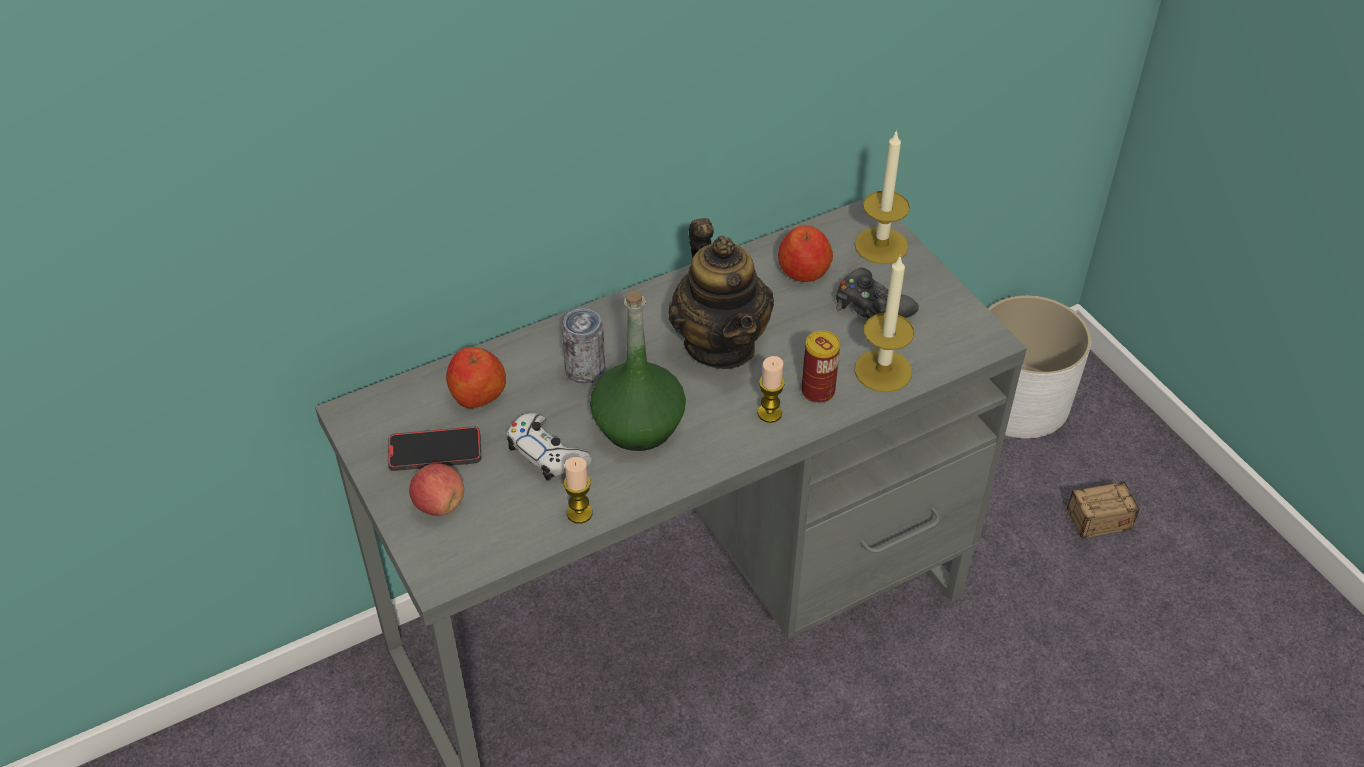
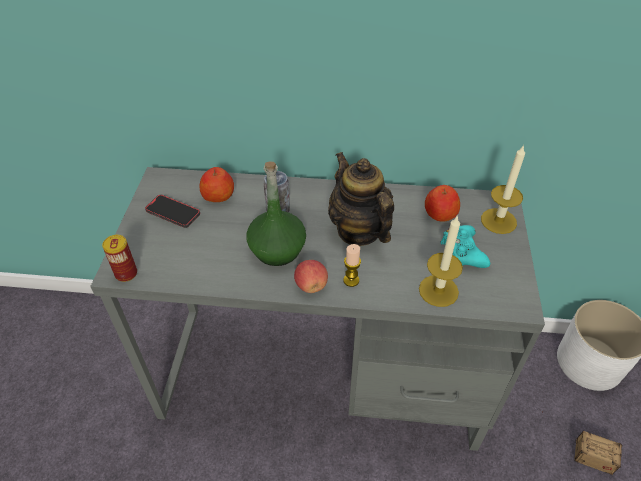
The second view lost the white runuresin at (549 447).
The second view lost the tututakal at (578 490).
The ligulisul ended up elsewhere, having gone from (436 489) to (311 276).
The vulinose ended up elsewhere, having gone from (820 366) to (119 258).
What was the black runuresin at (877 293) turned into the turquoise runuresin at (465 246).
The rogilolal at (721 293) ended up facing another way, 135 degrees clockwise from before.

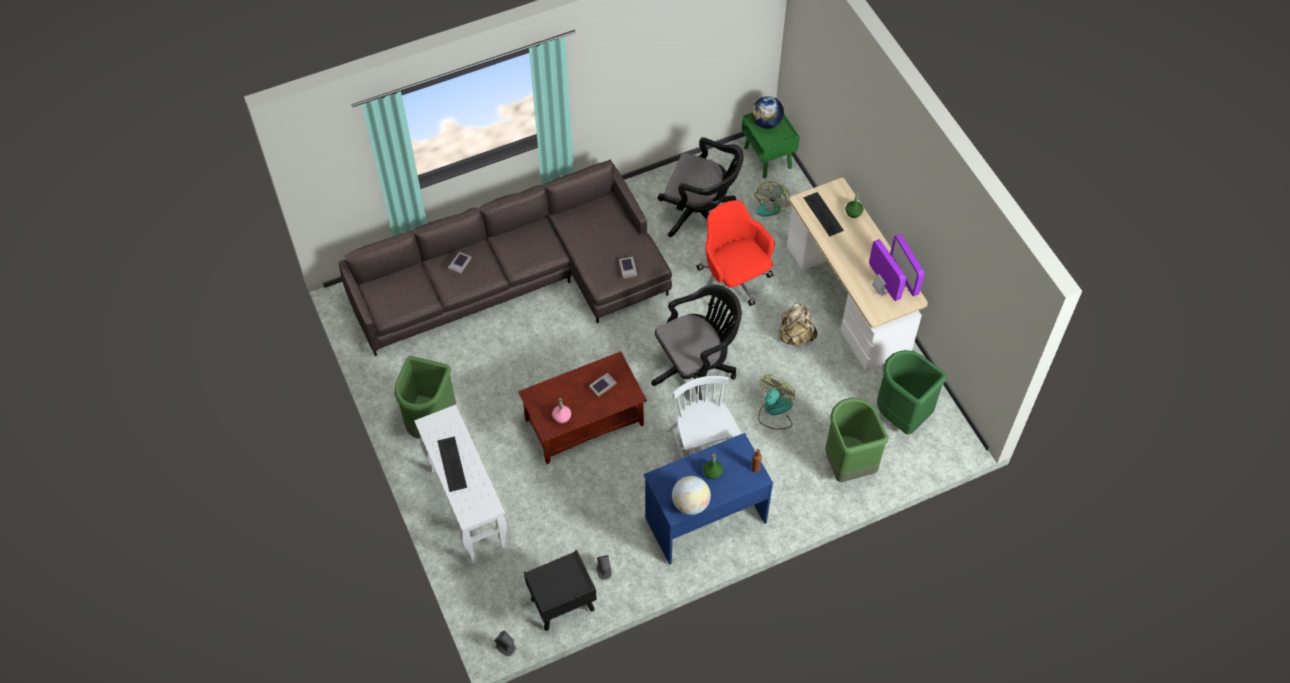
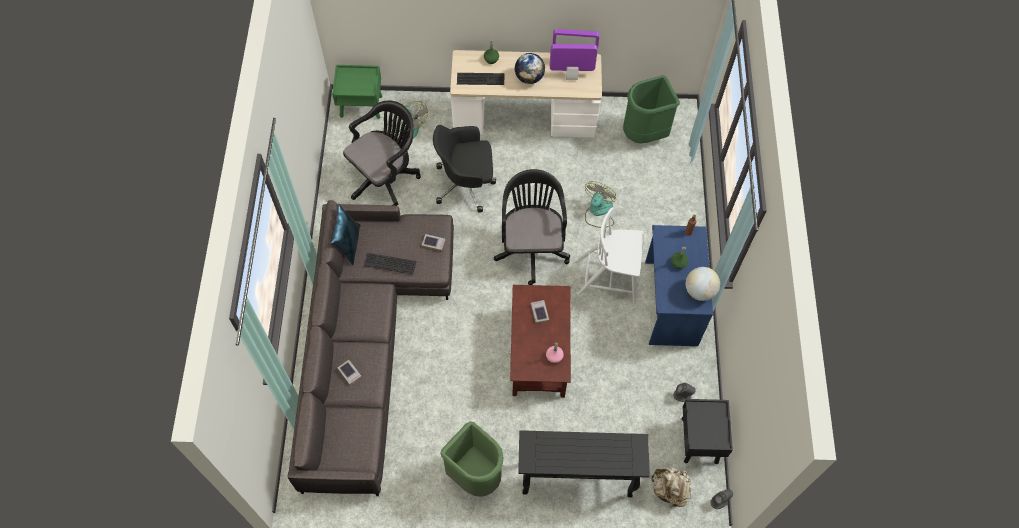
The second view lost the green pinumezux at (857 440).
The second view gained the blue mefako at (345 234).
The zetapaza ended up elsewhere, having gone from (452 464) to (390 263).
The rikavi ended up elsewhere, having gone from (768 112) to (530 68).
The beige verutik ended up elsewhere, having gone from (797 325) to (671 487).
What was the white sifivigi at (460 484) turned into the black sifivigi at (584 463).
What was the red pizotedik at (735 254) turned into the black pizotedik at (464 169).
The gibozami at (776 402) ended up facing another way, 60 degrees clockwise from before.

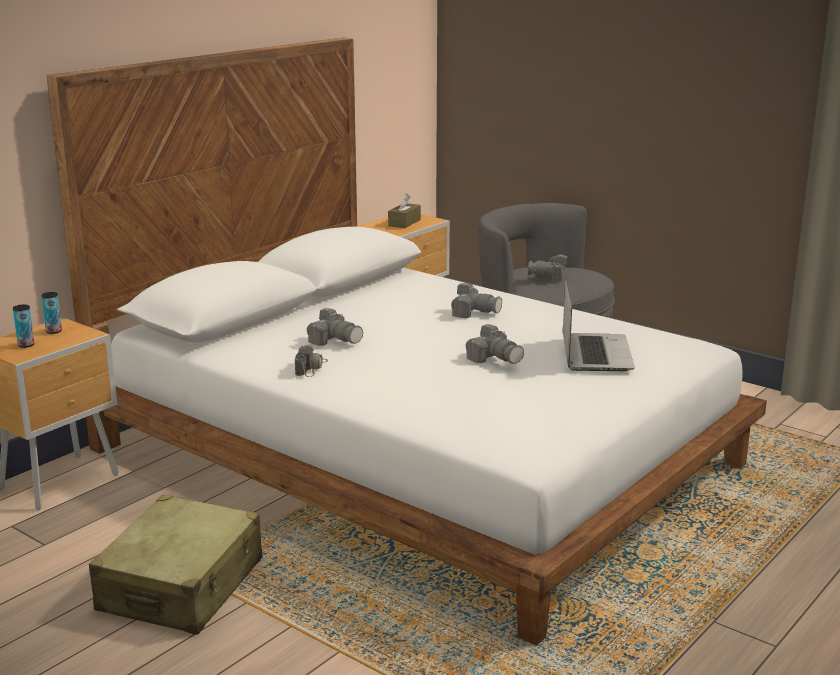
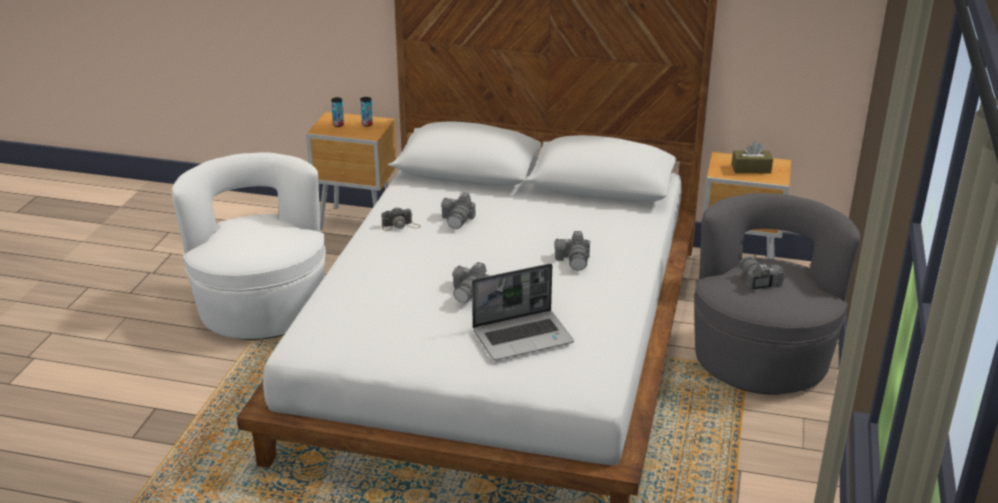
Where the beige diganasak stood at (175 565), the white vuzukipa came to stand at (249 246).

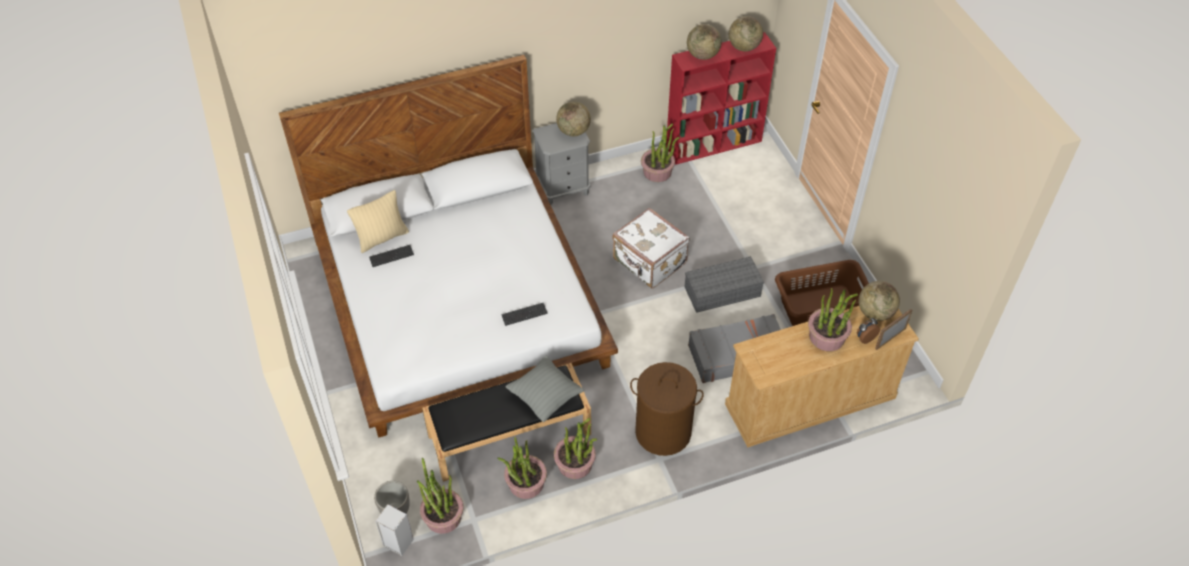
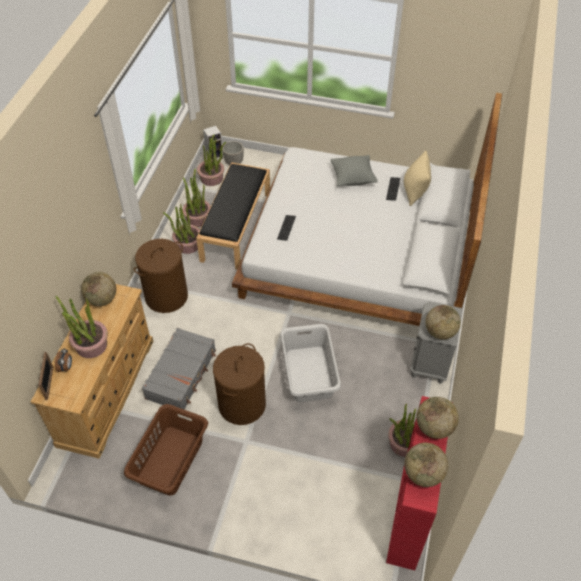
The grey mefako ended up elsewhere, having gone from (545 388) to (354 170).
The rikavi ended up elsewhere, having gone from (879 301) to (98 289).
Where the white diganasak stood at (650 248), the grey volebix came to stand at (310 363).
Where the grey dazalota stood at (724 284), the brown volebix came to stand at (239 384).

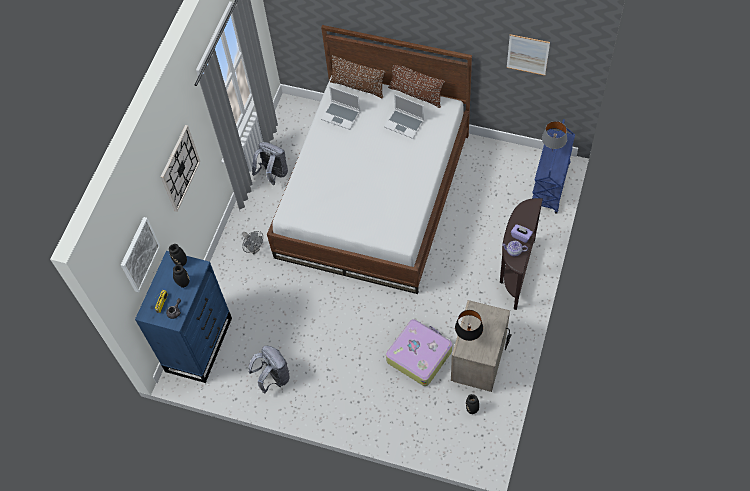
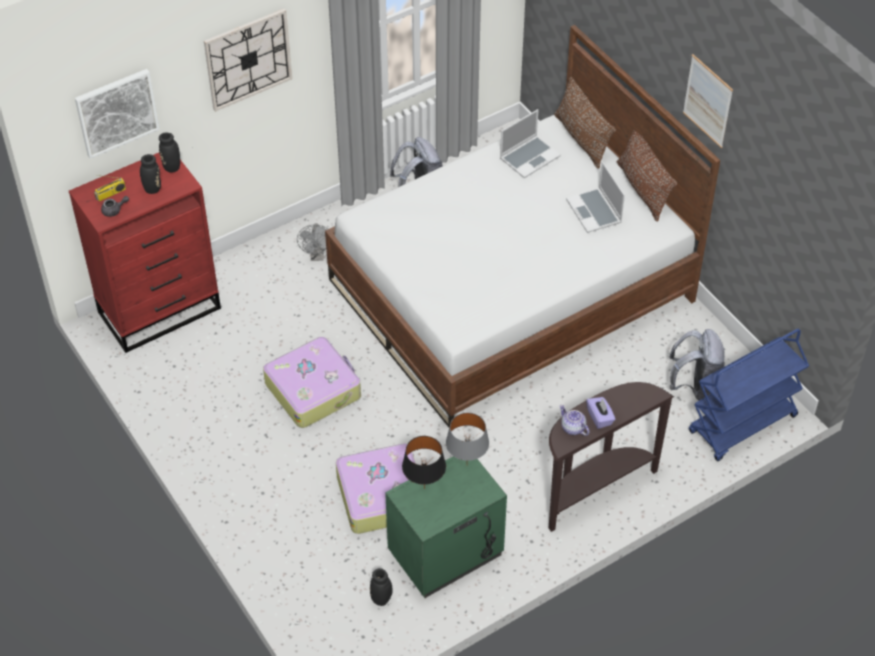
The second view gained the diganasak at (312 382).
The grey verutik ended up elsewhere, having gone from (269 369) to (697 365).
The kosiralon ended up elsewhere, having gone from (528 55) to (708 101).
The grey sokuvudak ended up elsewhere, having gone from (554 136) to (467 437).
What was the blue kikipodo at (183 317) turned into the red kikipodo at (145 253).
What was the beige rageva at (481 346) turned into the green rageva at (446 527).
The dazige at (341 108) ended up facing another way, 105 degrees counterclockwise from before.

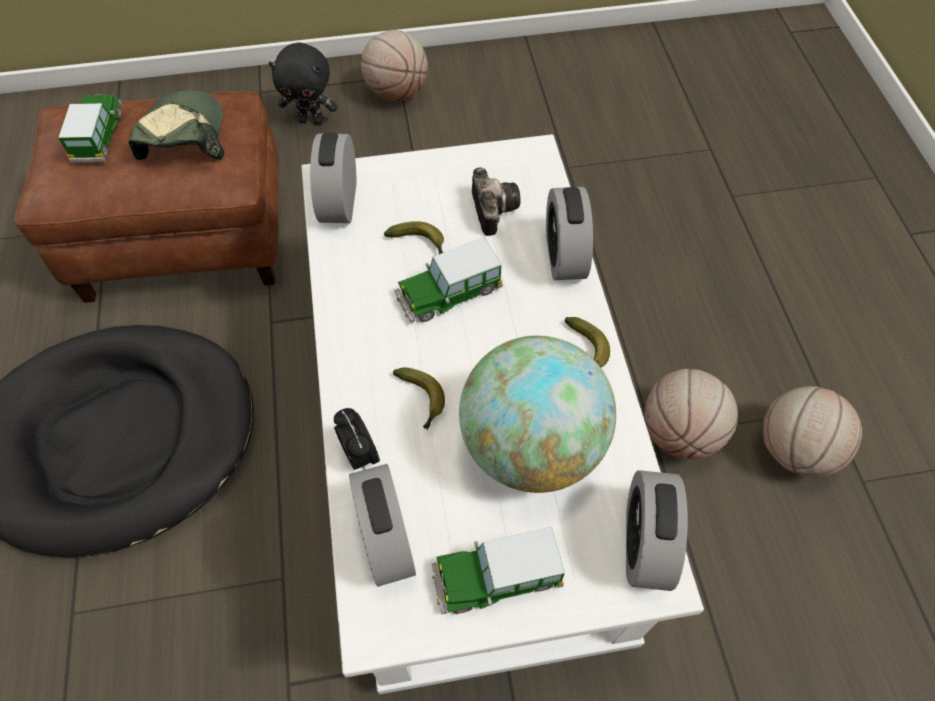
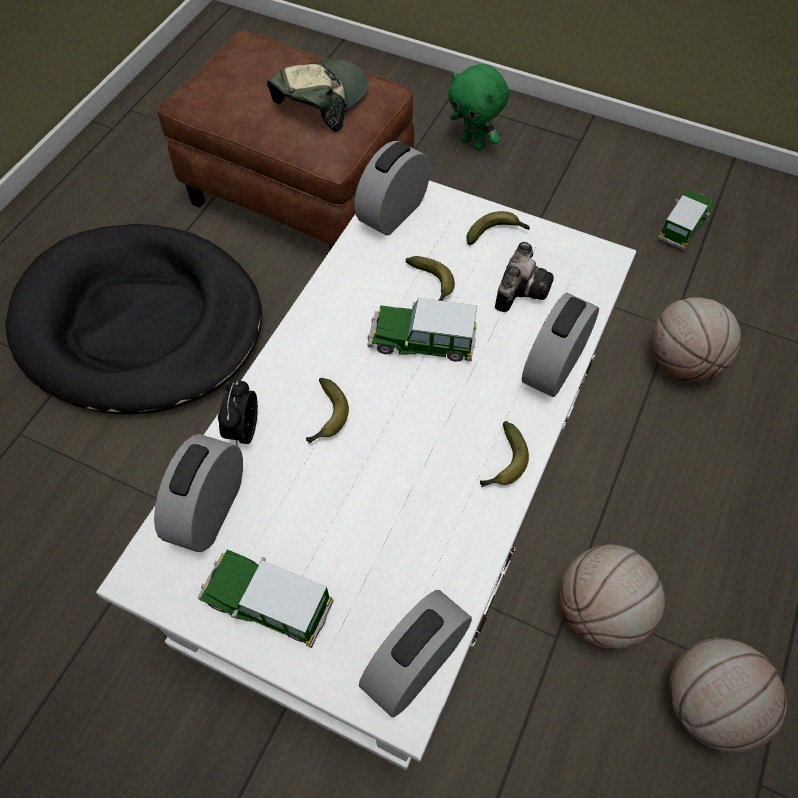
The second view lost the rikavi at (537 414).
The second view gained the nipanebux at (498 228).
The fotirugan ended up elsewhere, having gone from (90 128) to (686 220).
The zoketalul ended up elsewhere, having gone from (394 66) to (696 339).
What was the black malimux at (303 84) turned into the green malimux at (478 107).

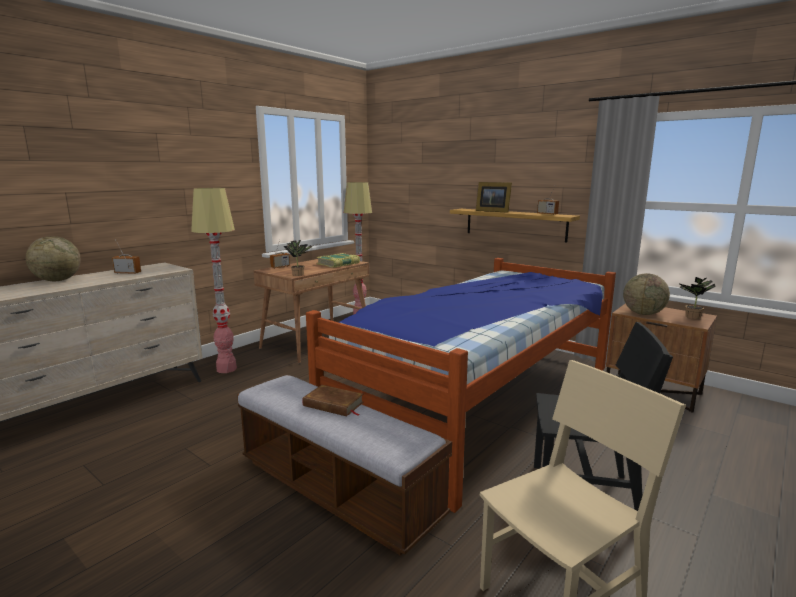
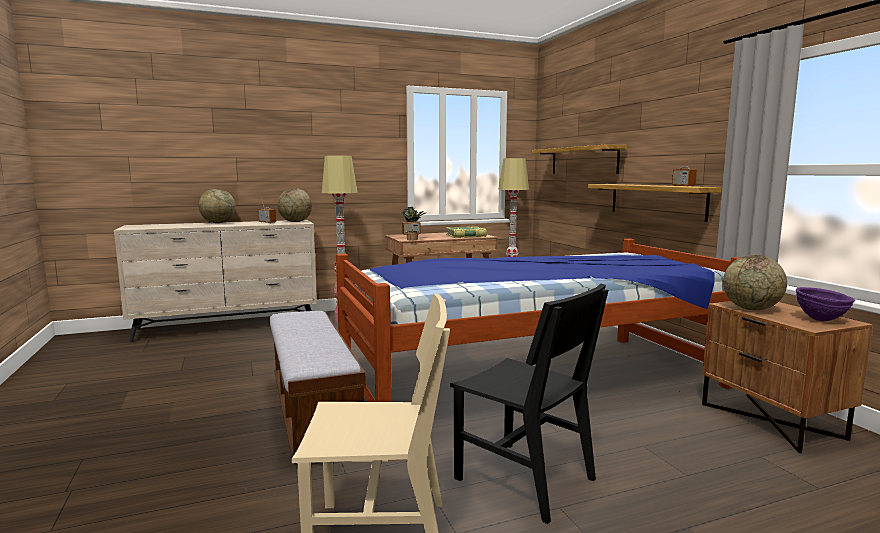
The second view lost the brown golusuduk at (333 401).
The second view lost the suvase at (494 197).
The second view gained the rikavi at (294 205).
The second view gained the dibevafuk at (579 159).
Where the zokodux stood at (697 298), the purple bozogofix came to stand at (825 304).

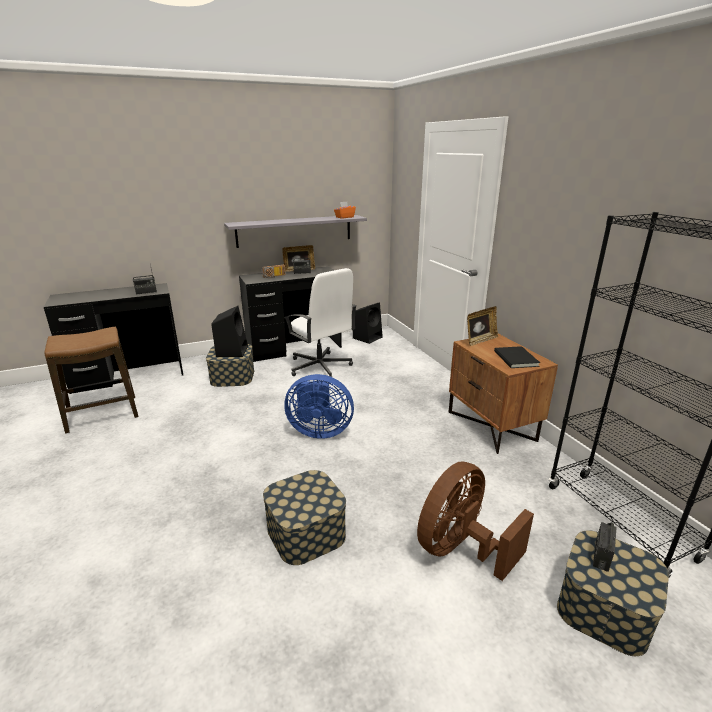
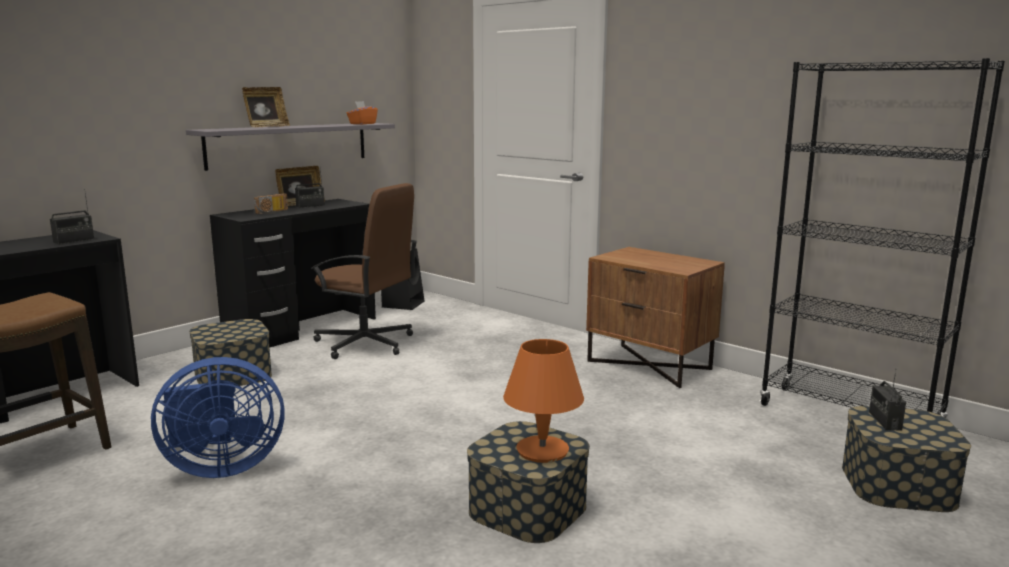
The second view lost the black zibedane at (229 331).
The second view lost the brown gibozami at (475 521).
The second view lost the black golusuduk at (517 357).
The second view gained the orange sokuvudak at (543 401).
The blue gibozami ended up elsewhere, having gone from (319 406) to (218 417).
The suvase ended up elsewhere, having gone from (482 326) to (266 107).
What was the white pizotedik at (320 322) turned into the brown pizotedik at (364 271).

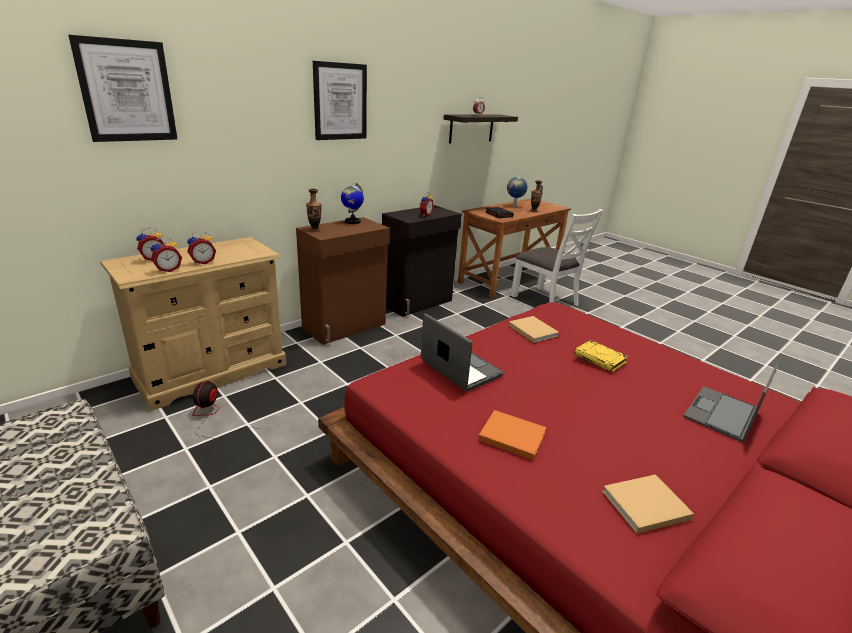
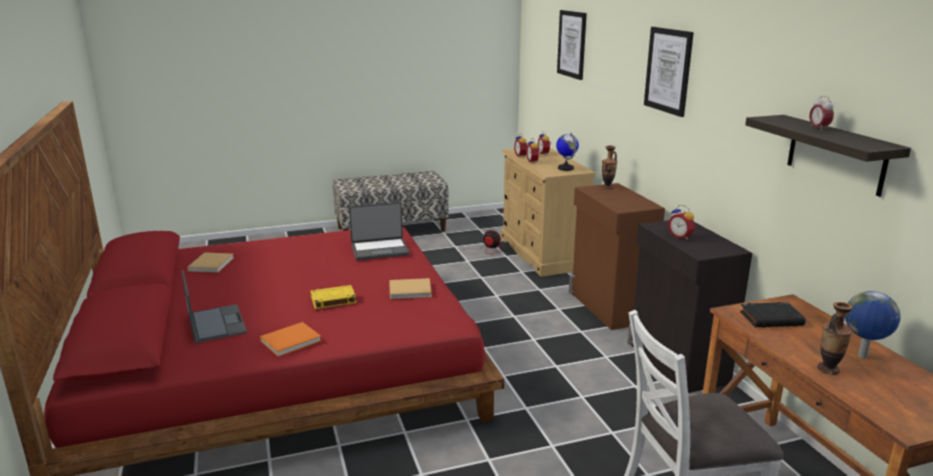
The rikavi ended up elsewhere, having gone from (352 203) to (567 152).
The orange golusuduk ended up elsewhere, having gone from (512 435) to (291 339).

